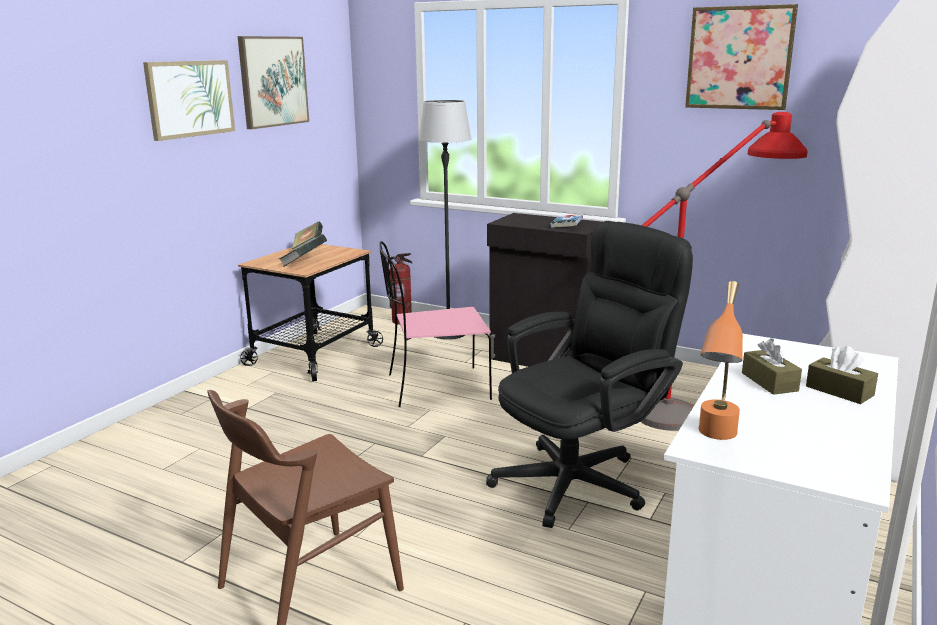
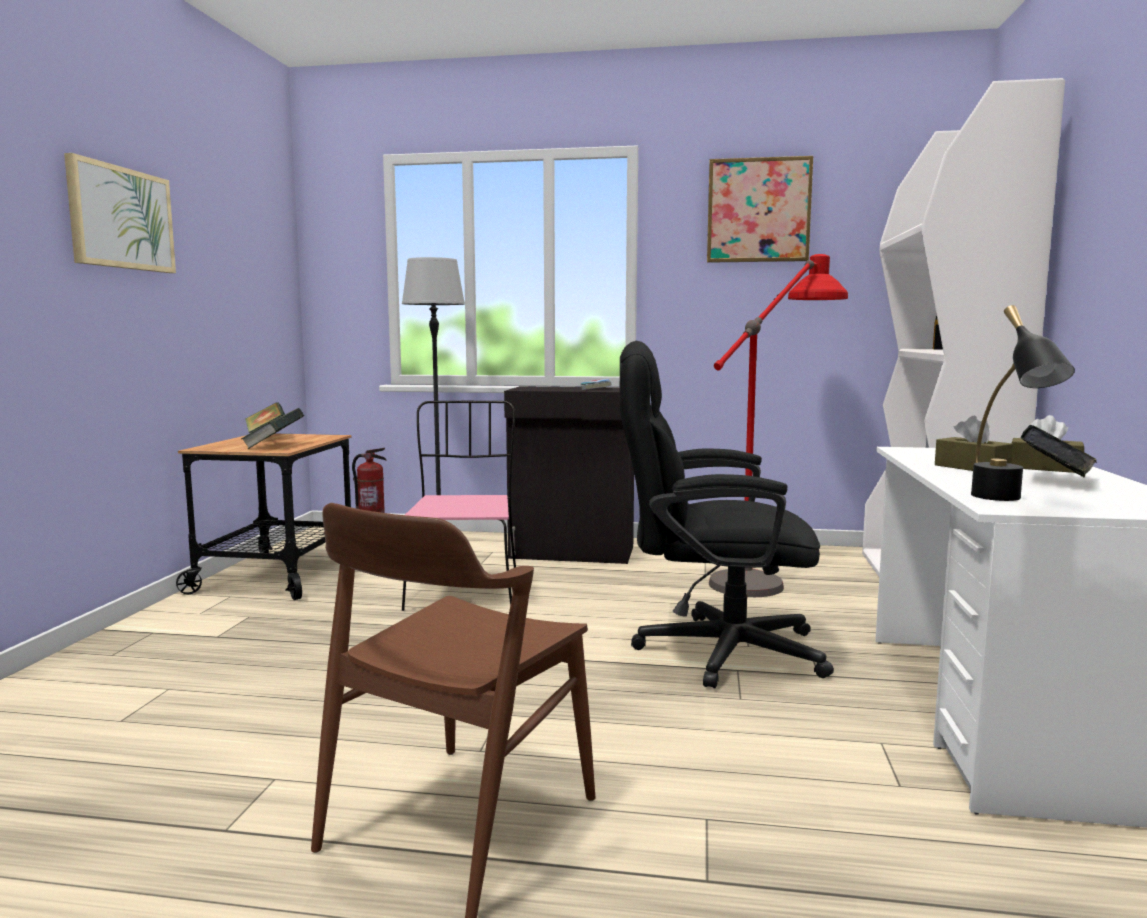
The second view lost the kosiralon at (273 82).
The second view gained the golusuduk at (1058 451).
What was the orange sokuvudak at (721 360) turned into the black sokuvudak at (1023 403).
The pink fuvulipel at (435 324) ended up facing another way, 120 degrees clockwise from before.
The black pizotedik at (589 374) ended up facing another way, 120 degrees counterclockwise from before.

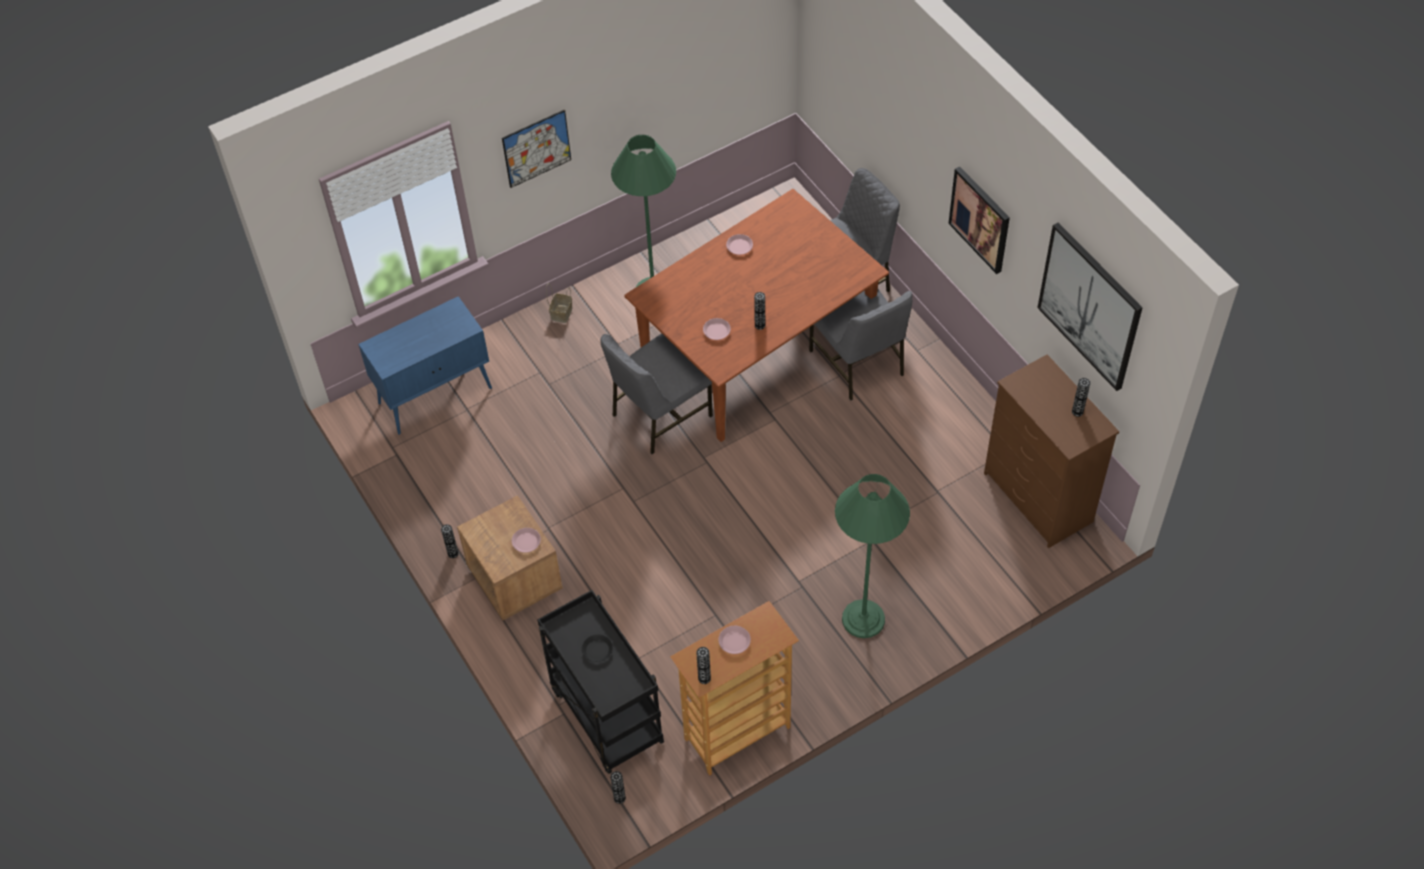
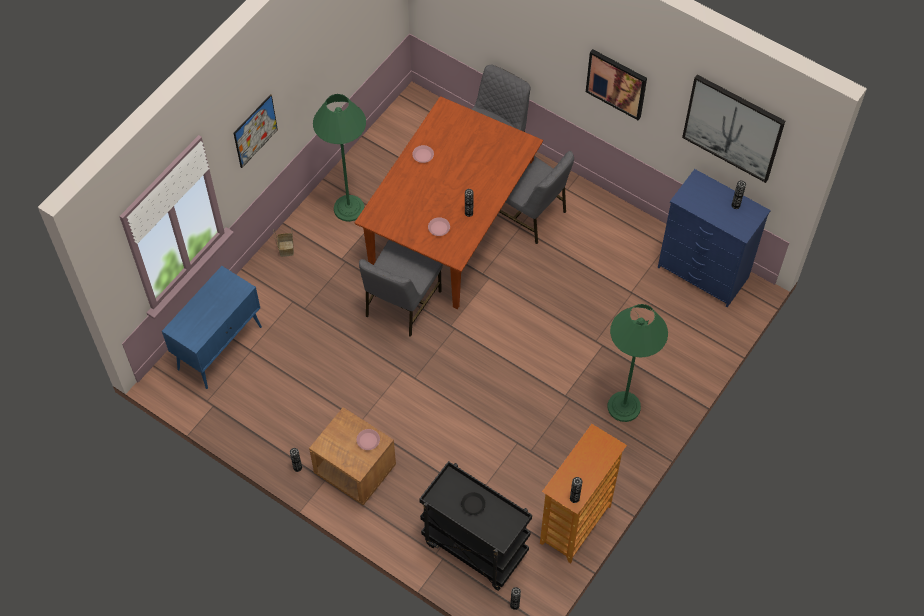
The second view lost the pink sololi at (734 640).
What was the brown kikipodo at (1051 451) turned into the blue kikipodo at (714 238).

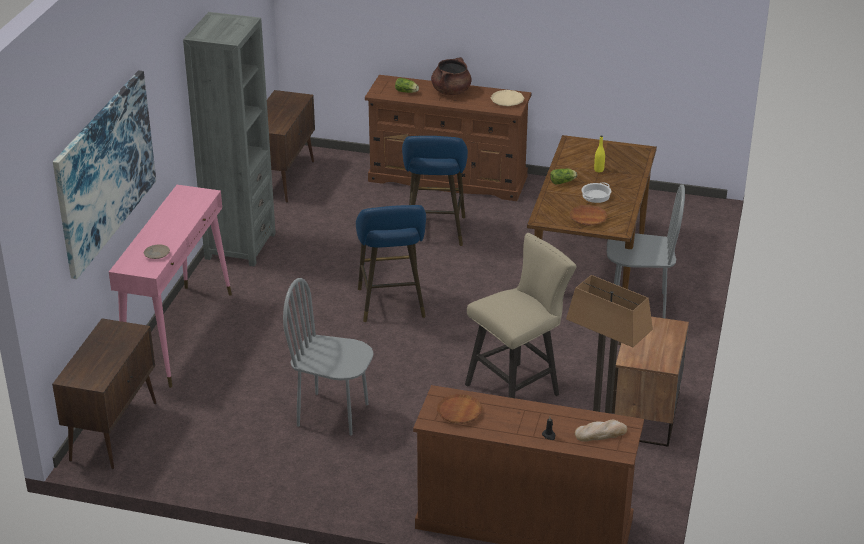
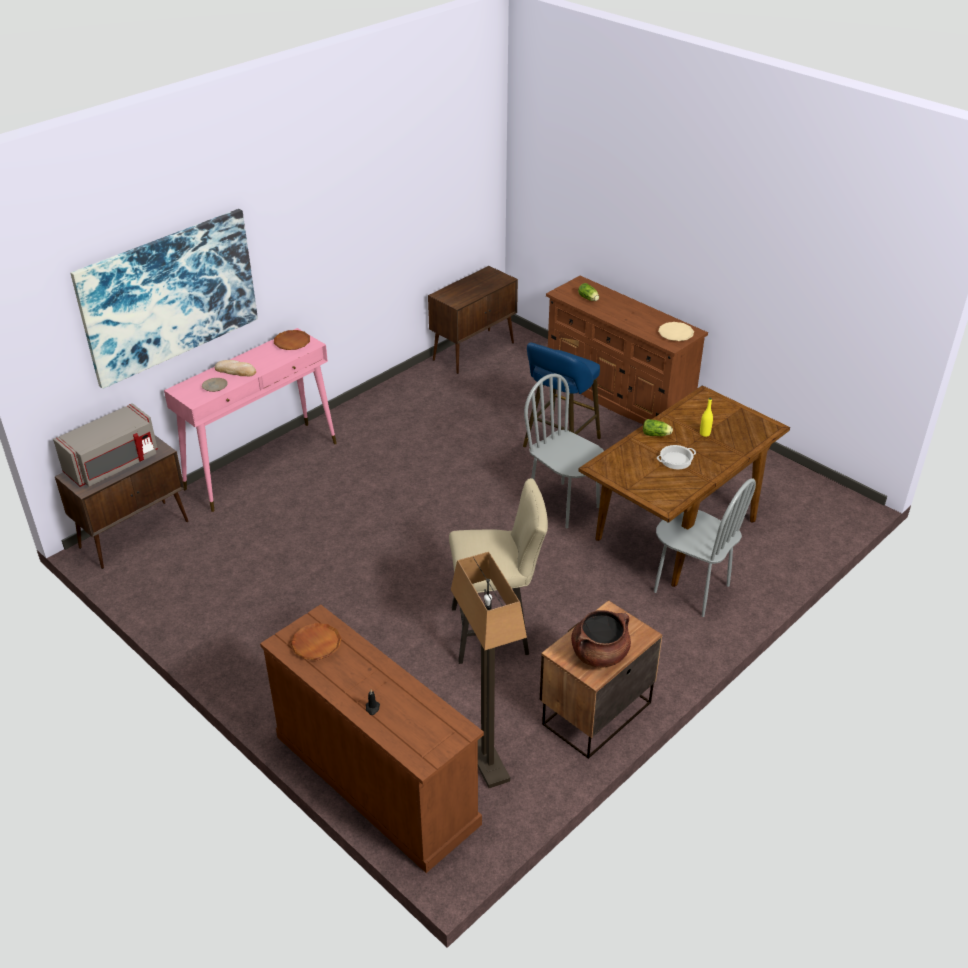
The second view lost the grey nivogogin at (229 139).
The second view lost the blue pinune at (391 263).
The second view gained the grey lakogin at (105 445).
The grey fuvulipel ended up elsewhere, having gone from (328 357) to (564 451).
The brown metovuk ended up elsewhere, having gone from (451 76) to (601 639).
The brown sololi ended up elsewhere, having gone from (589 215) to (292 340).
The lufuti ended up elsewhere, having gone from (601 431) to (235 368).

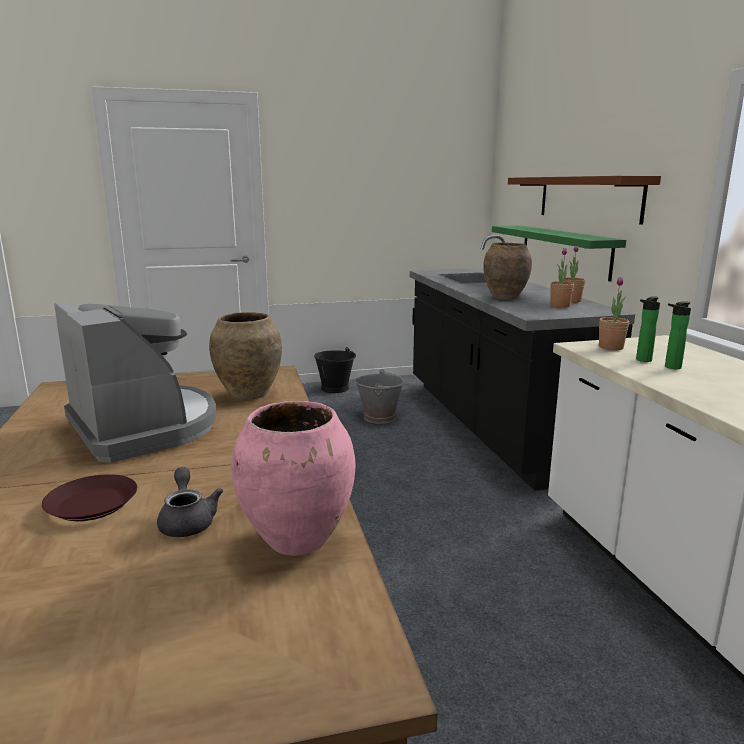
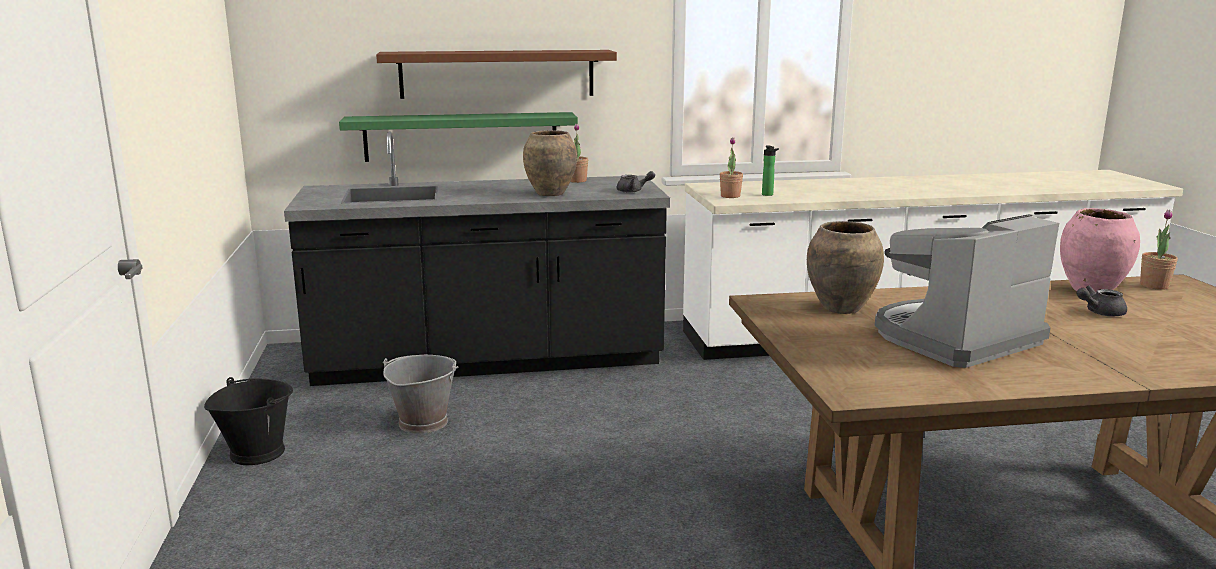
The second view lost the brown sololi at (89 497).
The second view lost the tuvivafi at (678 335).
The second view gained the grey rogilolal at (636 182).
The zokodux ended up elsewhere, having gone from (562 278) to (1159 250).

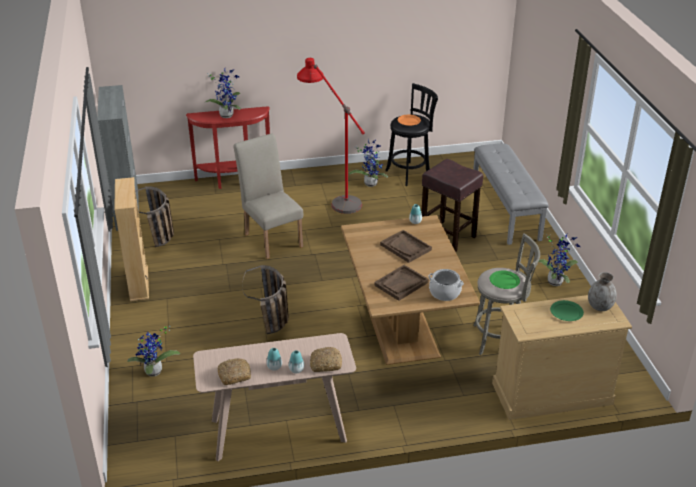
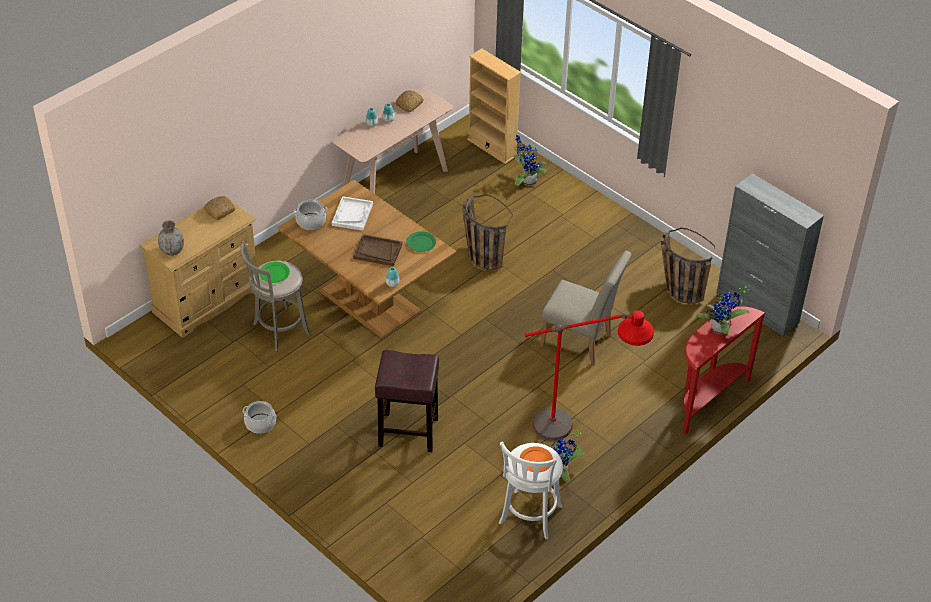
The second view lost the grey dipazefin at (511 194).
The beige nivogogin ended up elsewhere, having gone from (131 239) to (494 106).
The lufuti ended up elsewhere, having gone from (326 359) to (219 208).
The green sololi ended up elsewhere, having gone from (567 310) to (421 241).
Where the zokodux stood at (560 259), the metovuk came to stand at (259 417).
What was the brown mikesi at (401 283) turned into the white mikesi at (352 213).
What was the black pinune at (411 134) turned into the white pinune at (531 490).

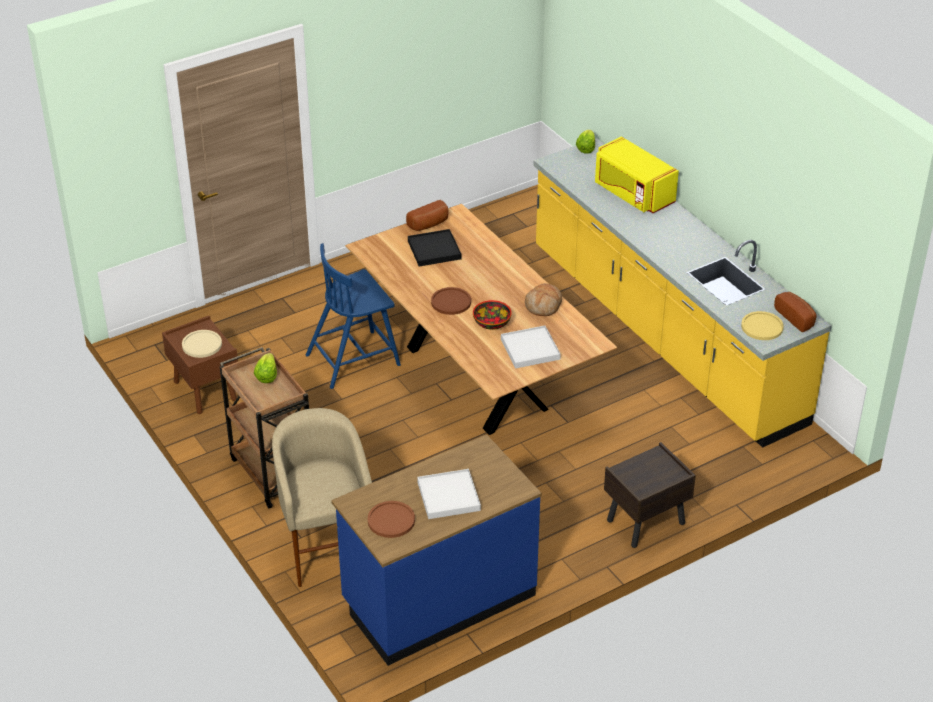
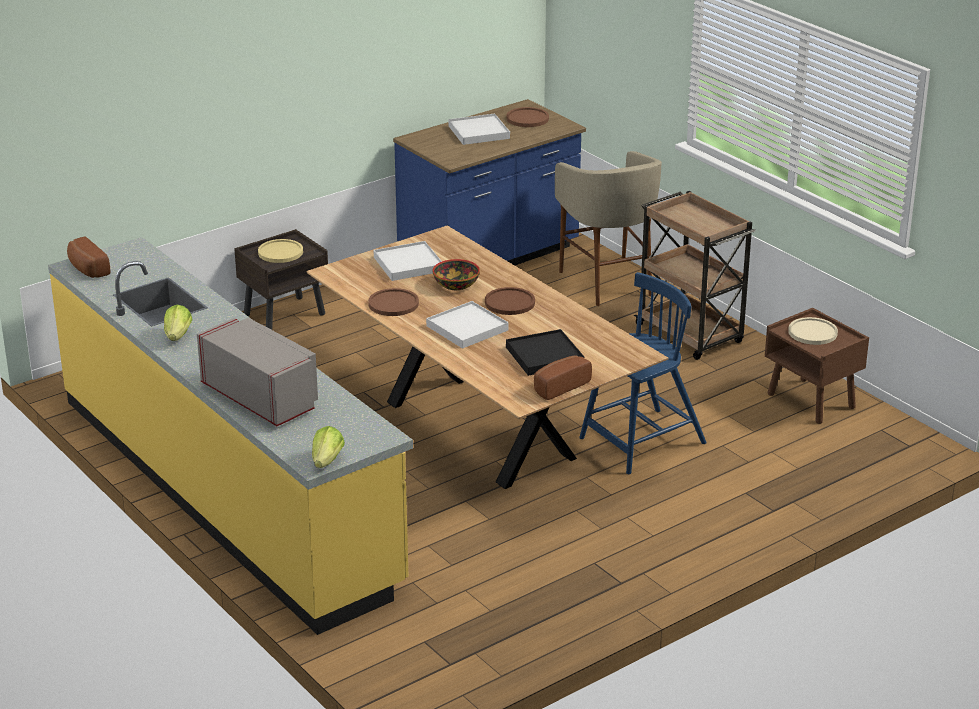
The second view gained the white mikesi at (467 325).
The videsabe ended up elsewhere, having gone from (265 368) to (178 323).
The yellow sololi ended up elsewhere, having gone from (762 325) to (280 251).
Where the lufuti stood at (543 299), the brown sololi came to stand at (393 302).
What was the yellow lakogin at (637 174) turned into the grey lakogin at (257 371).

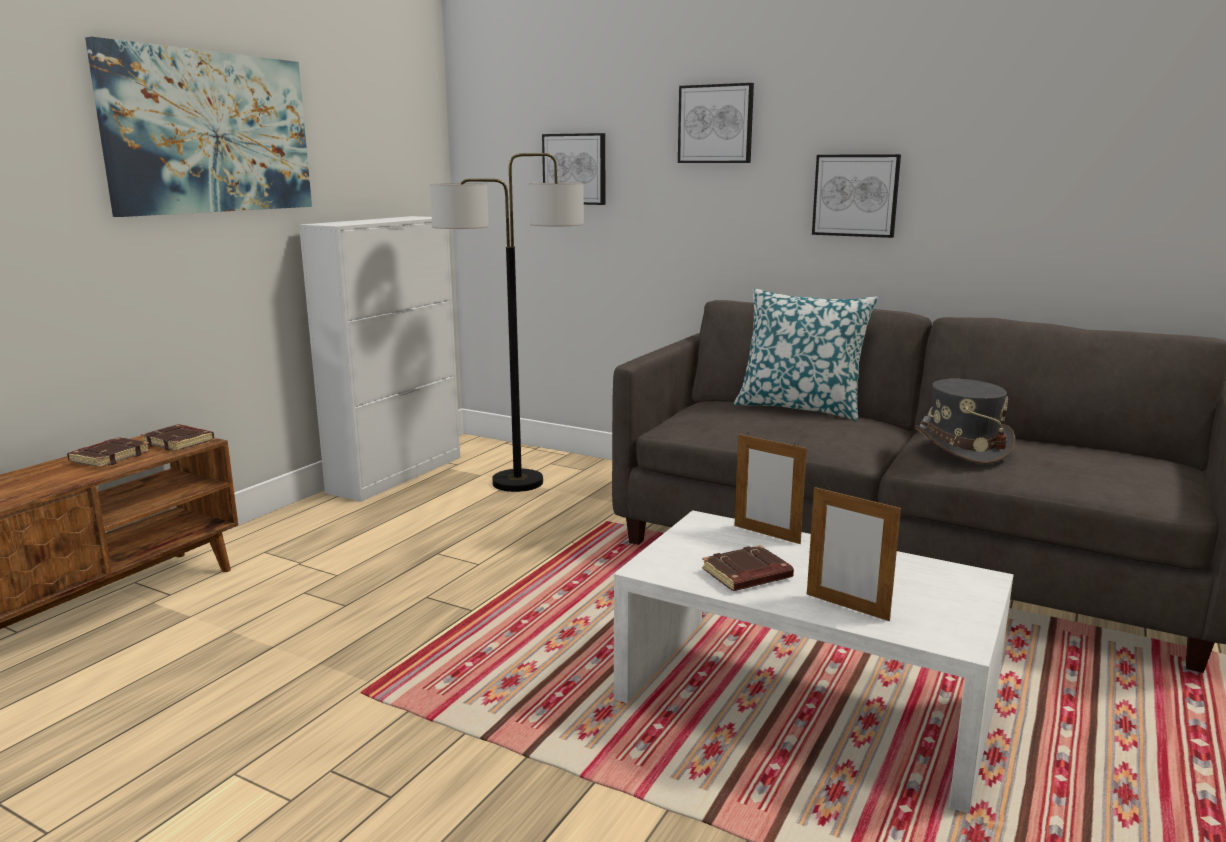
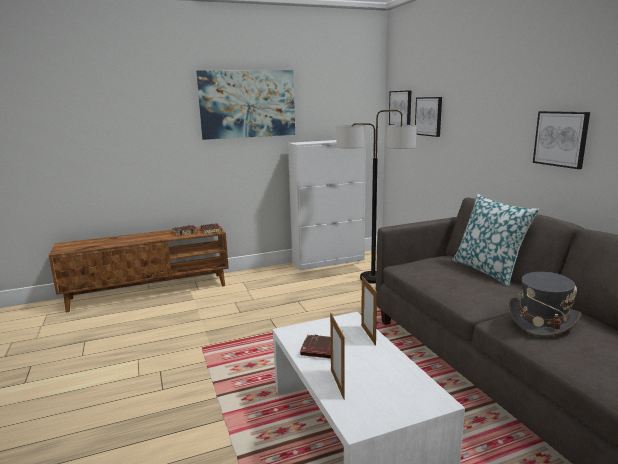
The kosiralon ended up elsewhere, having gone from (716 123) to (400 107).

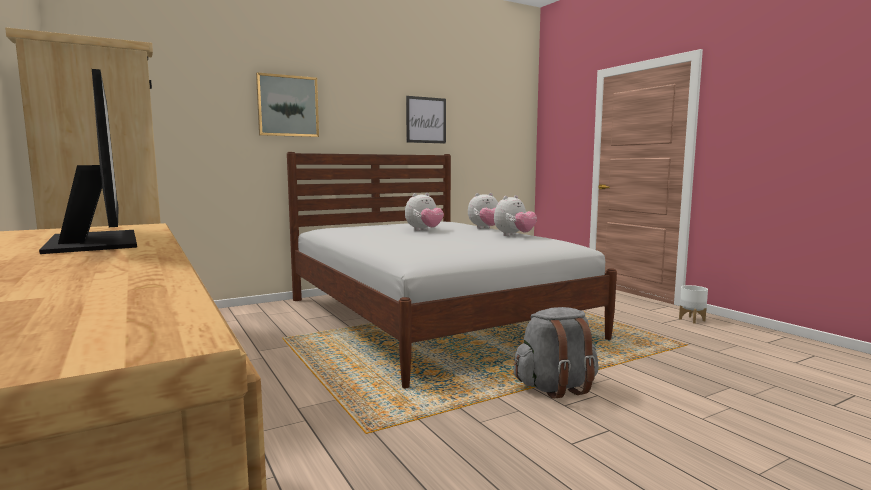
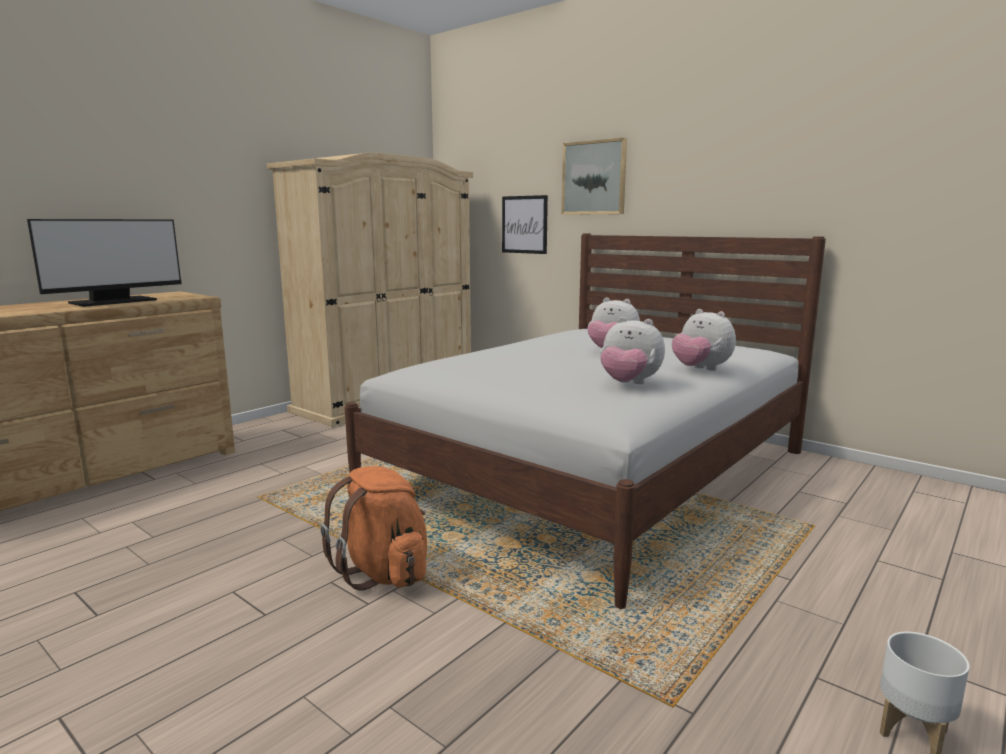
The kosiralon ended up elsewhere, having gone from (426 119) to (525 224).
What was the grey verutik at (556 353) turned into the orange verutik at (373 528).

